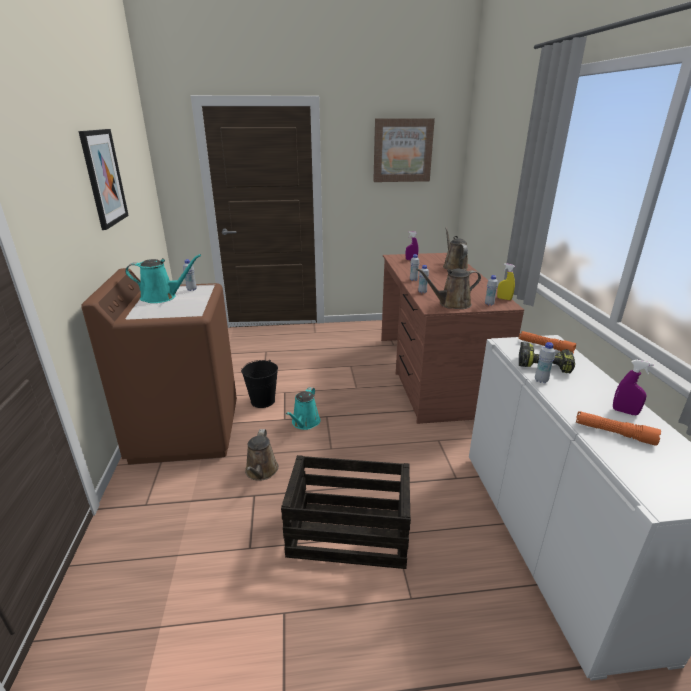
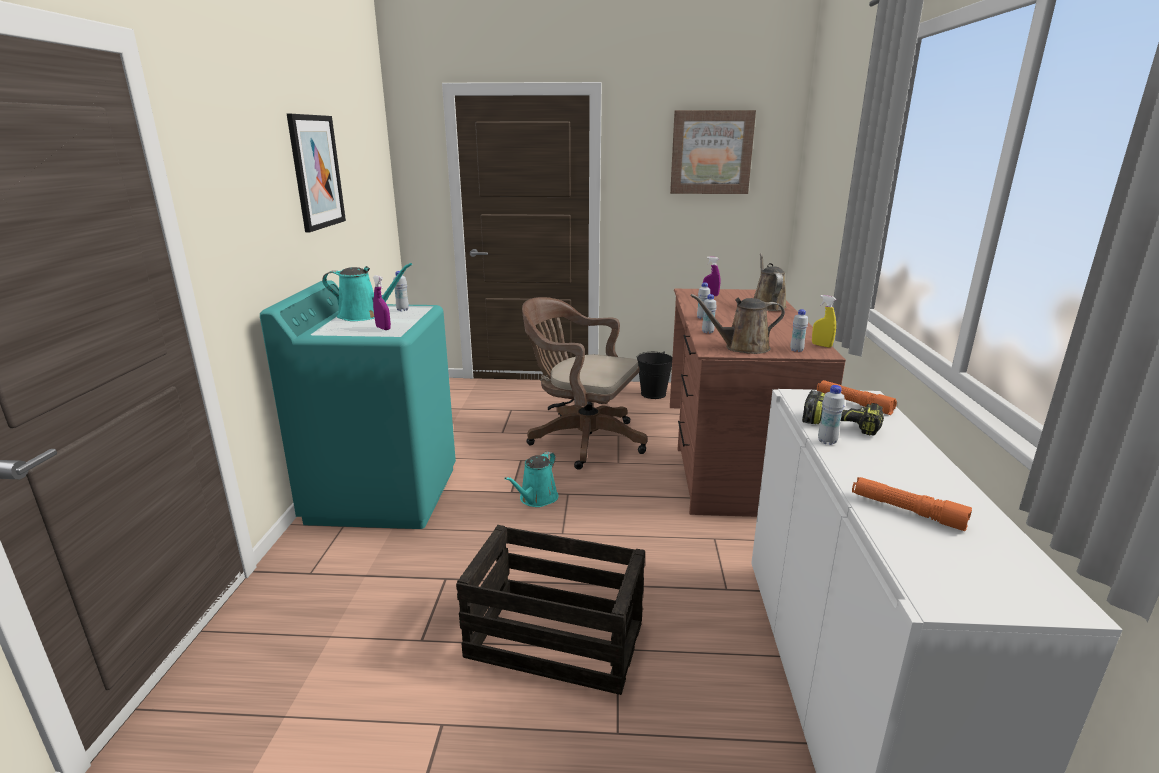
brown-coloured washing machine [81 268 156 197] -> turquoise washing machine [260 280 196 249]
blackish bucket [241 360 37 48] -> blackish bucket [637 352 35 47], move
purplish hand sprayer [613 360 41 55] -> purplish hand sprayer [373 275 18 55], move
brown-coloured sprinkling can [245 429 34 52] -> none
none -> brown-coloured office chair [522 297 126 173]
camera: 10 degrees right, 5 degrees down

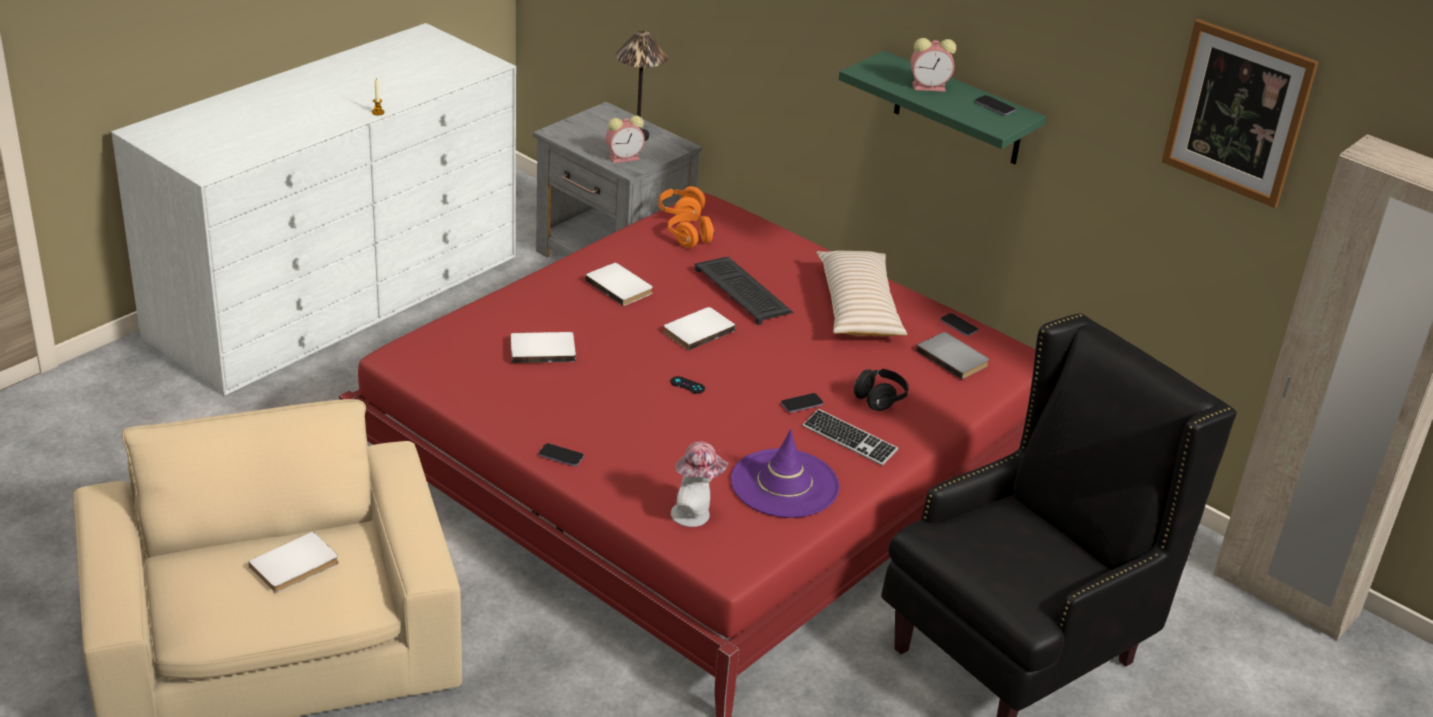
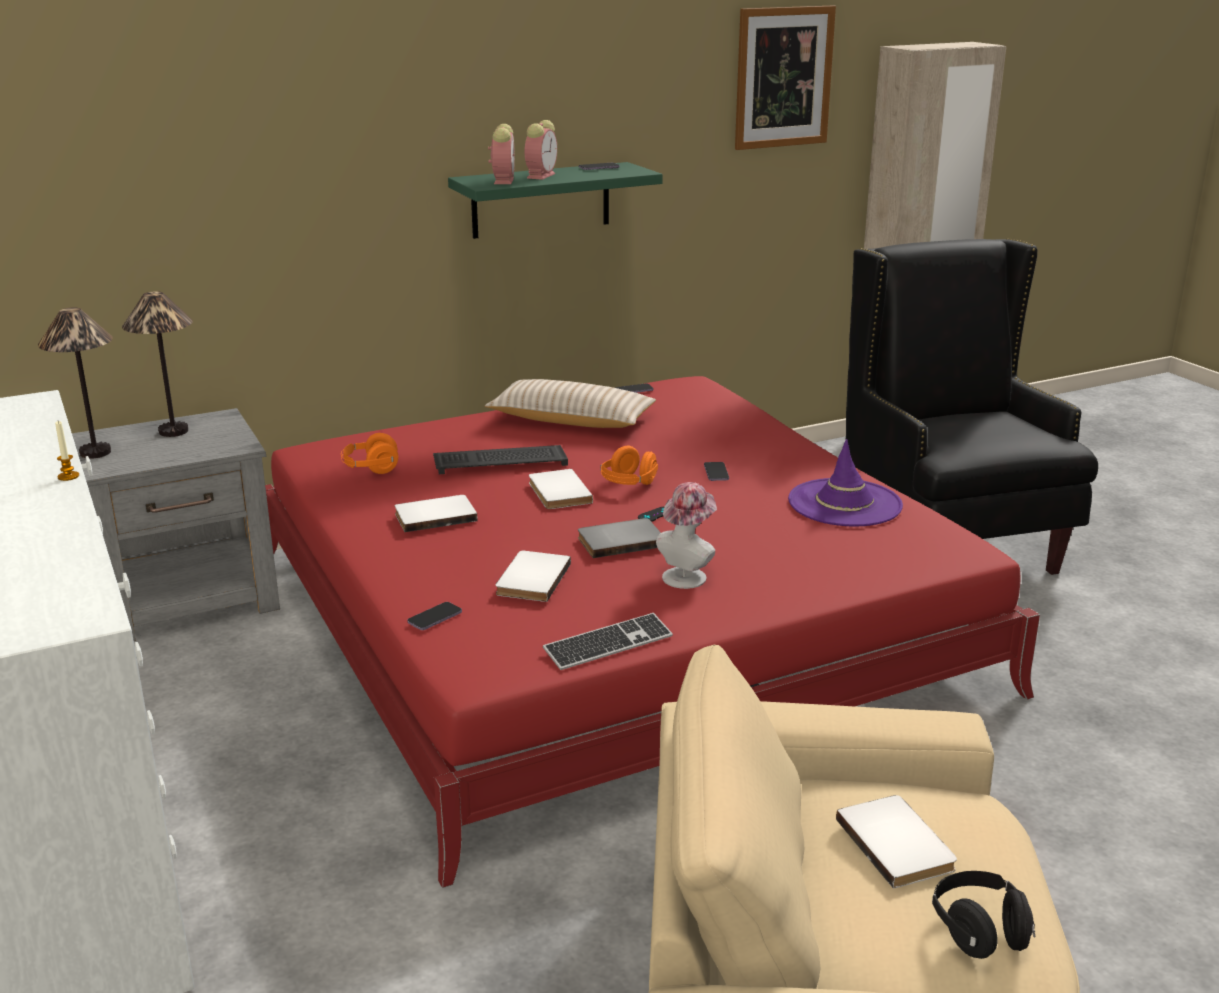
bedside clock [606 116 39 47] -> bedside clock [488 124 27 60], move
orangey headphones [658 186 47 36] -> orangey headphones [601 446 57 39], move
greyish book [916 332 73 47] -> greyish book [578 518 83 40], move
blackish headphones [854 369 55 42] -> blackish headphones [932 871 104 88], move
keyboard [803 409 95 57] -> keyboard [543 613 130 57], move
clothing hat [671 441 57 86] -> clothing hat [656 482 61 107], move
handset [539 443 45 23] -> handset [407 602 55 28], move
none -> lamp for a table [38 307 75 152]
camera: 65 degrees left, 10 degrees down

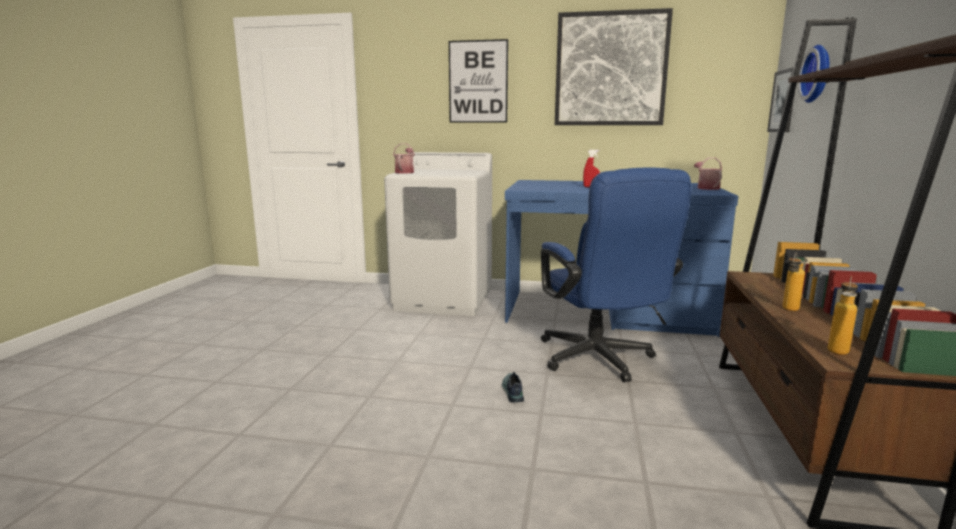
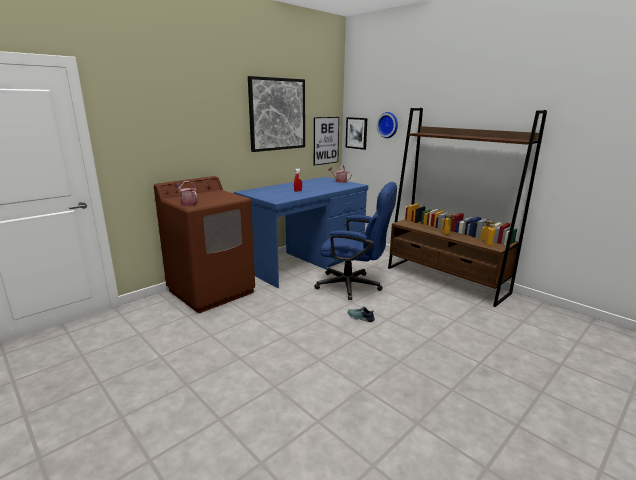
wall picture [449 39 59 84] -> wall picture [314 117 25 49], move
white-coloured washing machine [384 152 108 164] -> brown-coloured washing machine [154 176 101 137]
camera: 55 degrees left, 5 degrees up

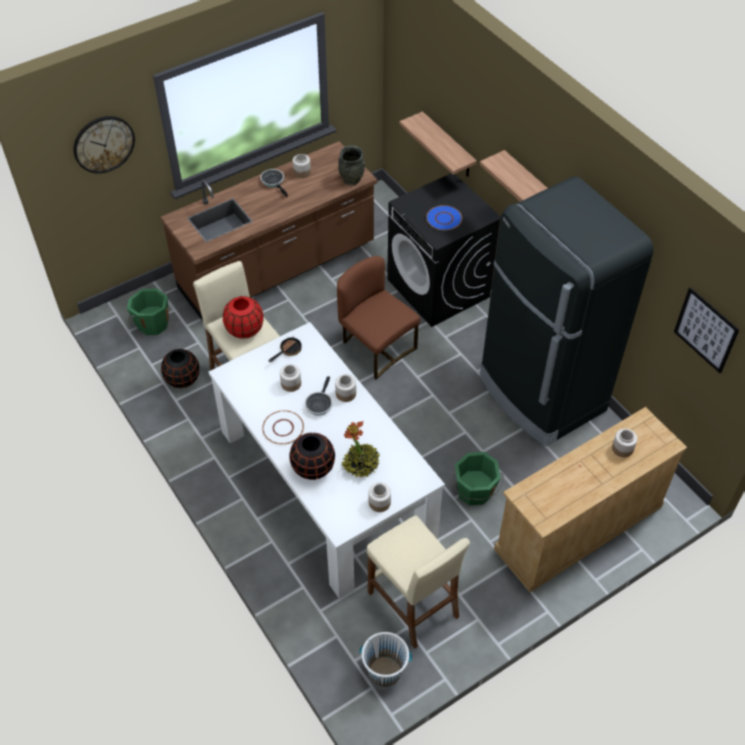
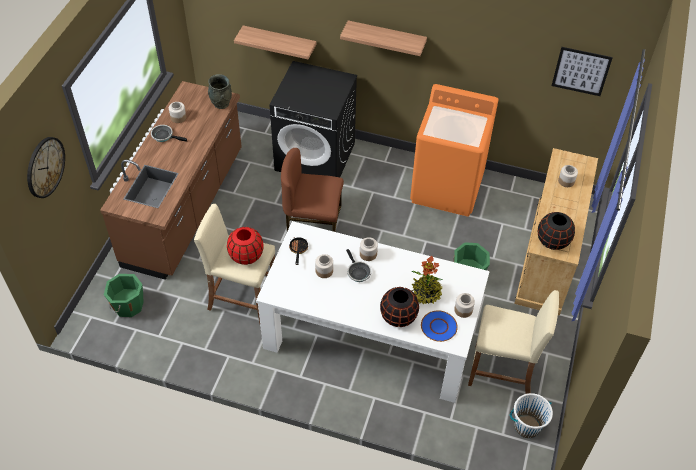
blackish kitchen fridge [480 176 174 270] -> orangey washing machine [410 84 89 133]
bluish plate [426 205 36 26] -> bluish plate [421 310 37 32], move
blackish decorative vase [161 349 39 39] -> blackish decorative vase [538 212 37 38], move
white-coloured plate [262 410 42 34] -> none
camera: 40 degrees left, 0 degrees up

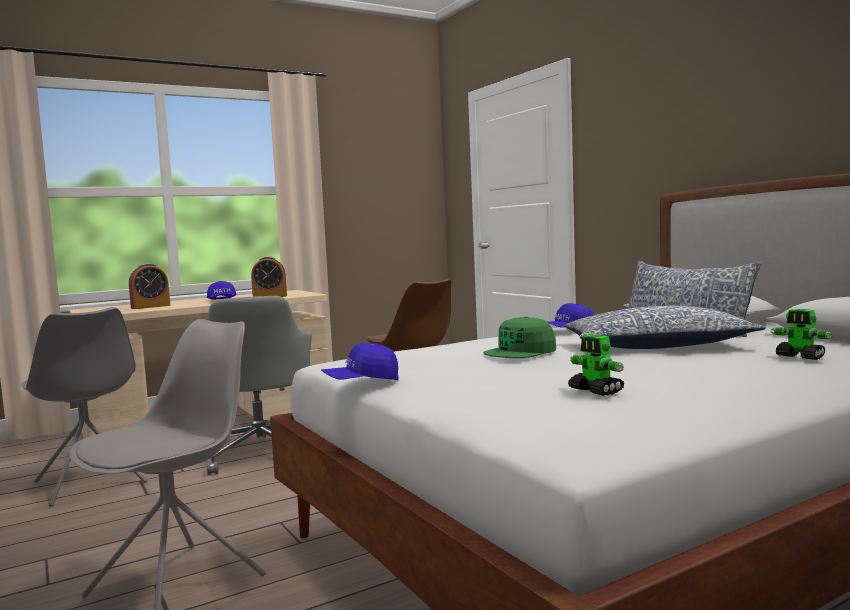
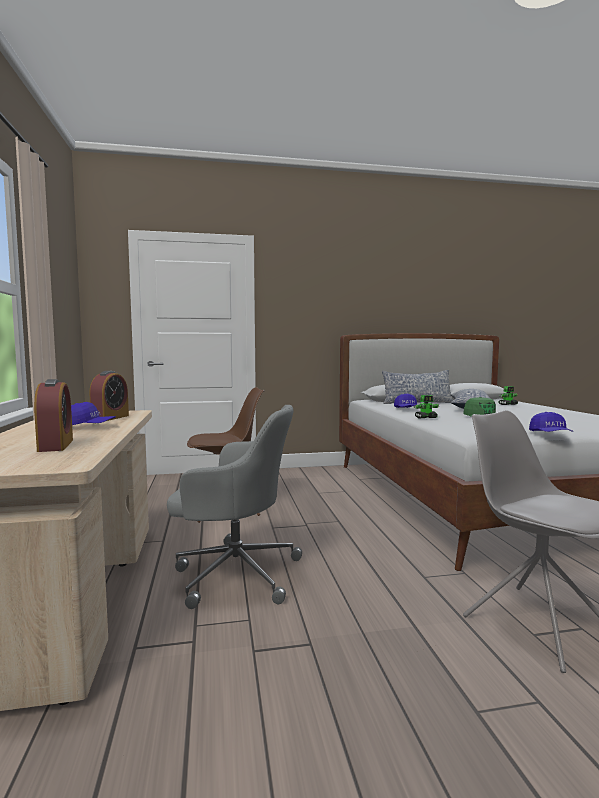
greyish chair [22 307 125 200] -> none
toy robot [568 334 56 62] -> toy robot [414 395 26 23], move
camera: 70 degrees left, 0 degrees up

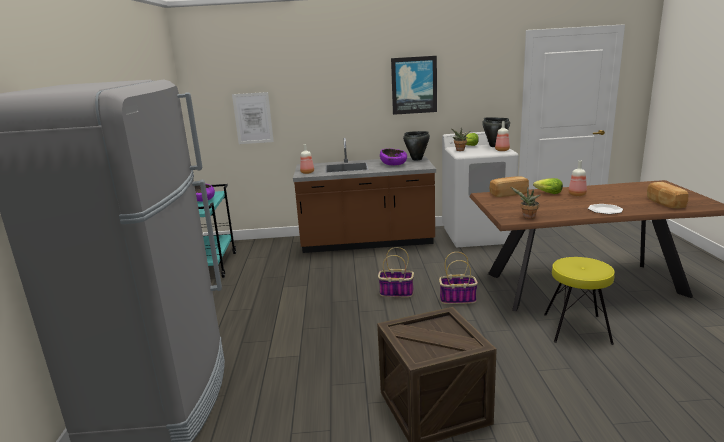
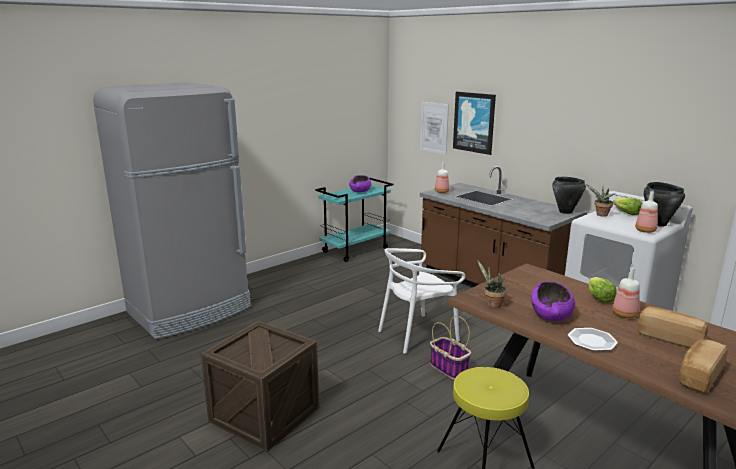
wall picture [391 56 46 59] -> wall picture [453 92 43 63], move
purplish deep dish [380 148 27 18] -> purplish deep dish [531 281 44 40], move
bread [490 176 39 21] -> bread [637 306 71 42], move
basket [378 247 36 50] -> white-coloured chair [378 248 87 106]
camera: 50 degrees right, 0 degrees up

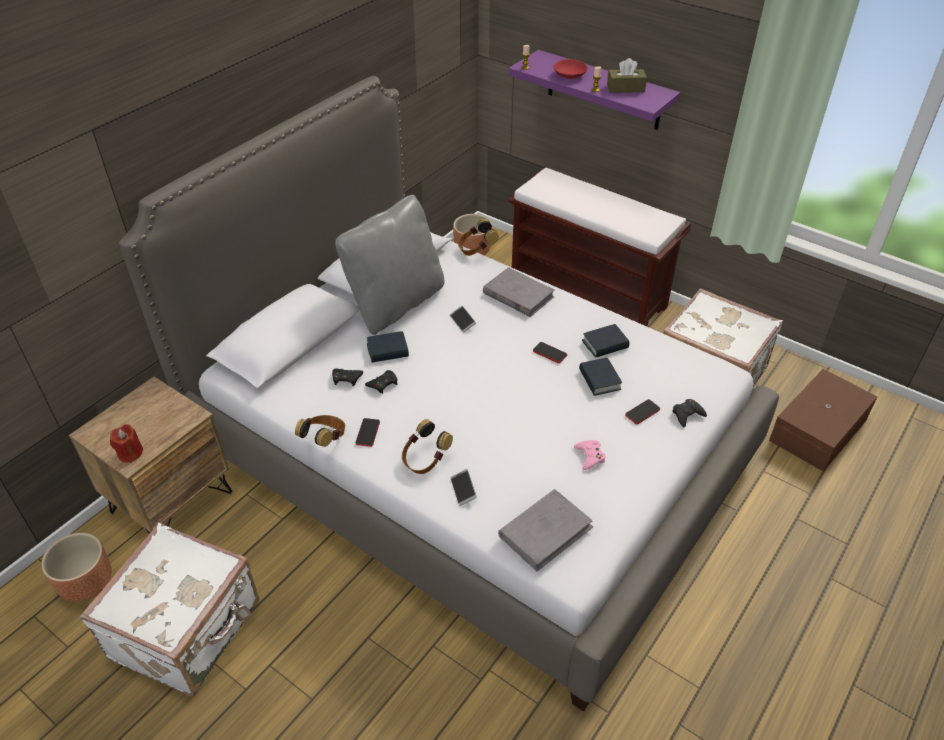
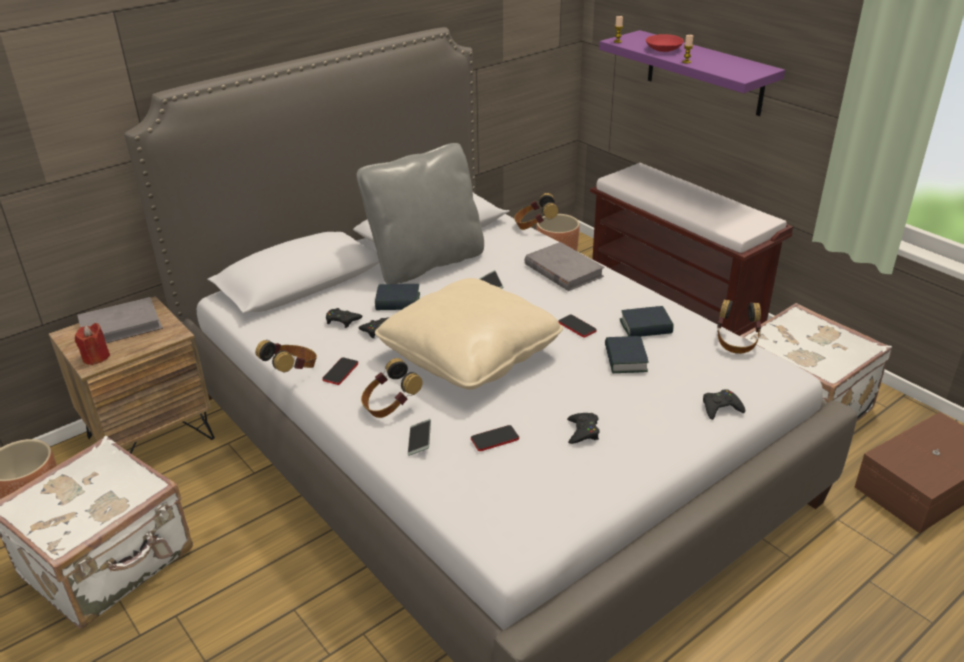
brown-coloured box of tissues [607 58 40 35] -> none
handset [625 399 35 25] -> handset [471 425 48 26], move
pink joypad [574 440 31 30] -> blackish joypad [567 413 33 31]
greyish book [498 489 95 82] -> greyish book [77 297 86 46], move
none -> beige-coloured pillow [375 278 188 112]
none -> headphones [717 300 44 54]
camera: 15 degrees right, 10 degrees down

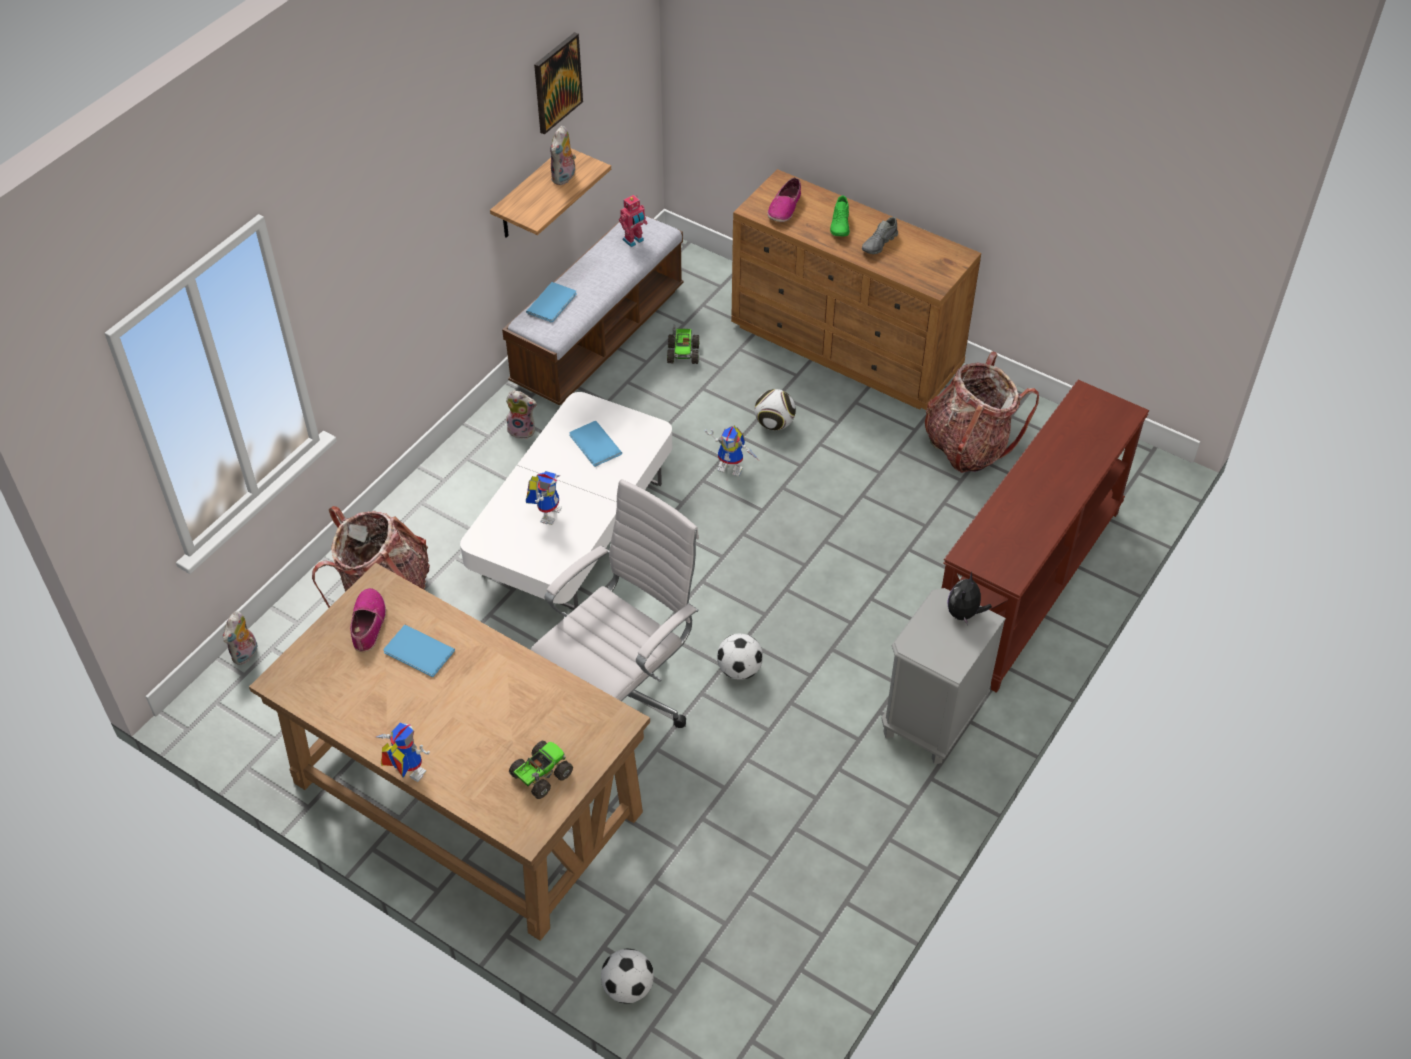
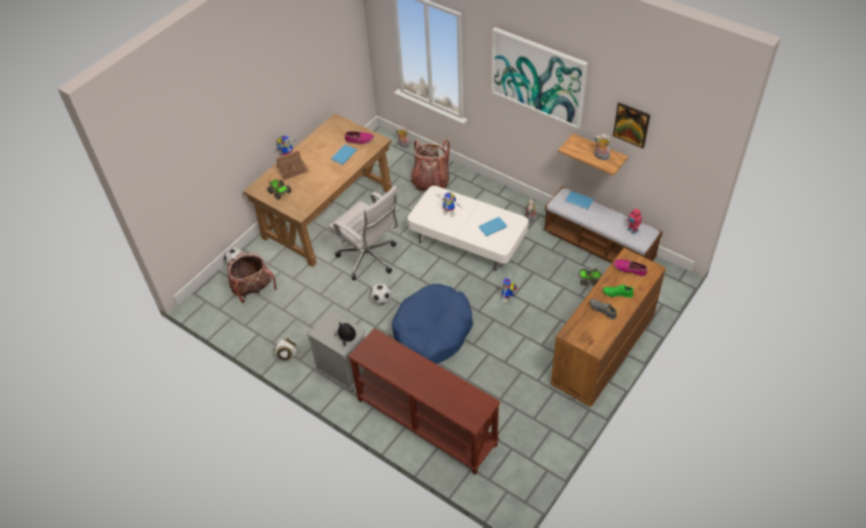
knapsack [925 351 114 122] -> knapsack [227 252 50 51], move
football [755 389 41 41] -> football [274 338 23 23], move
none -> wall picture [492 27 96 102]
none -> model house [277 150 33 30]
none -> bluish dog bed [392 284 81 80]
camera: 95 degrees right, 0 degrees up

